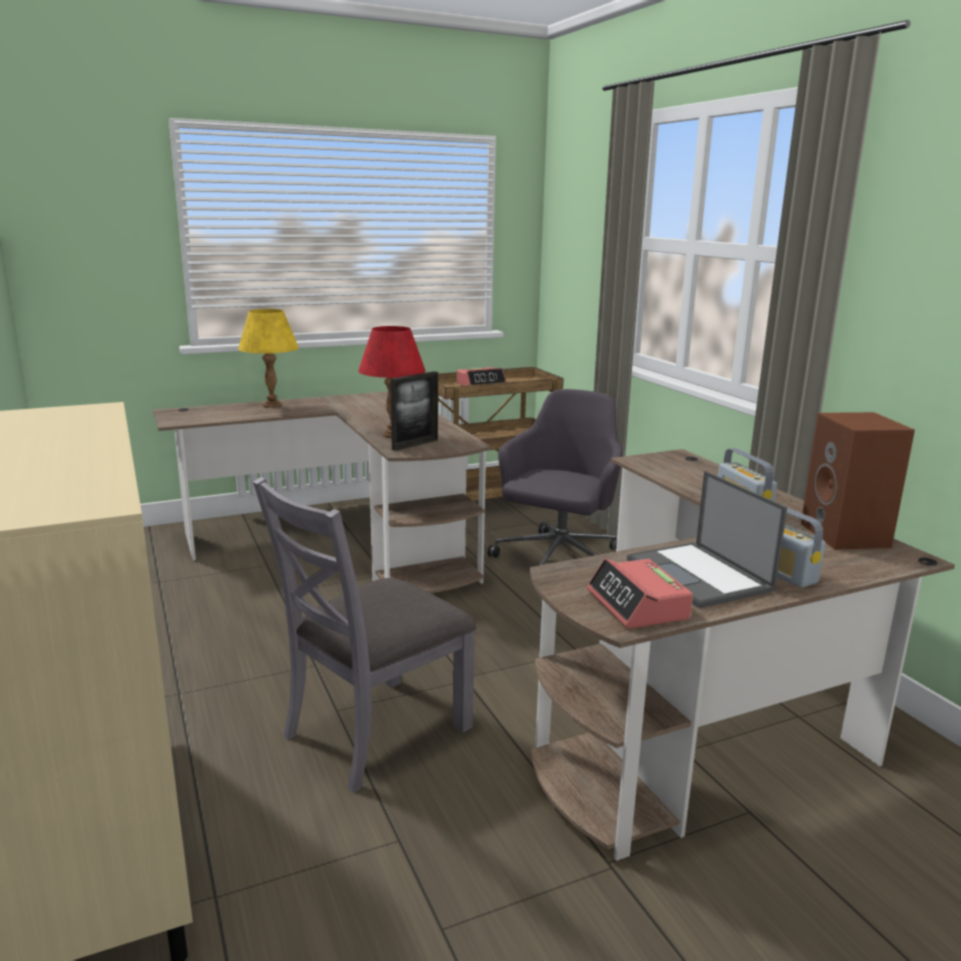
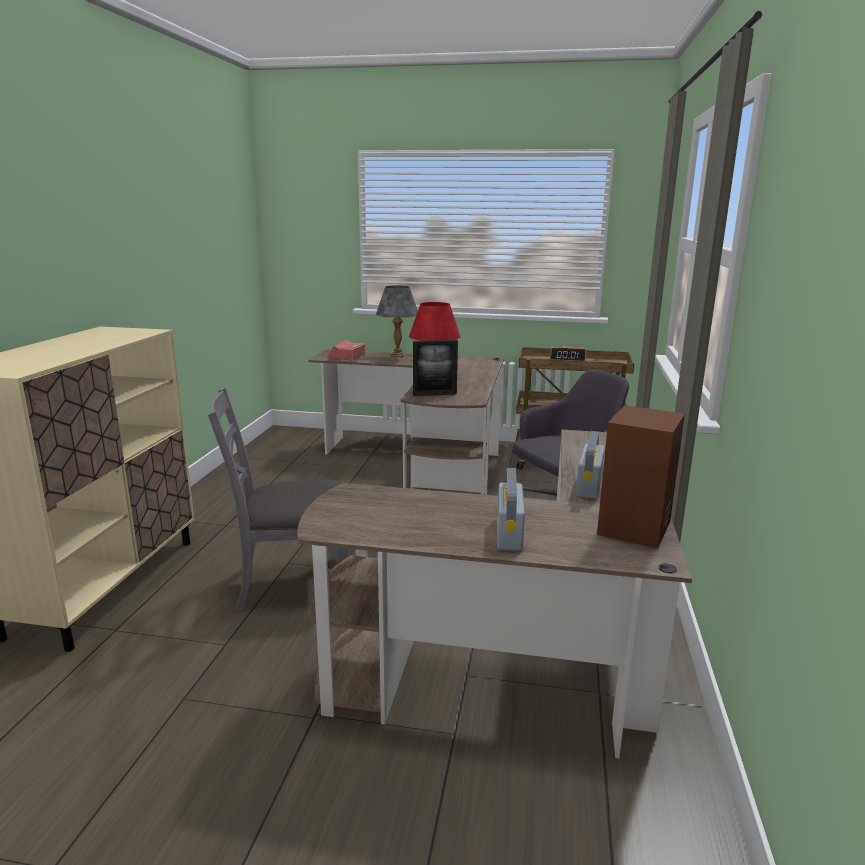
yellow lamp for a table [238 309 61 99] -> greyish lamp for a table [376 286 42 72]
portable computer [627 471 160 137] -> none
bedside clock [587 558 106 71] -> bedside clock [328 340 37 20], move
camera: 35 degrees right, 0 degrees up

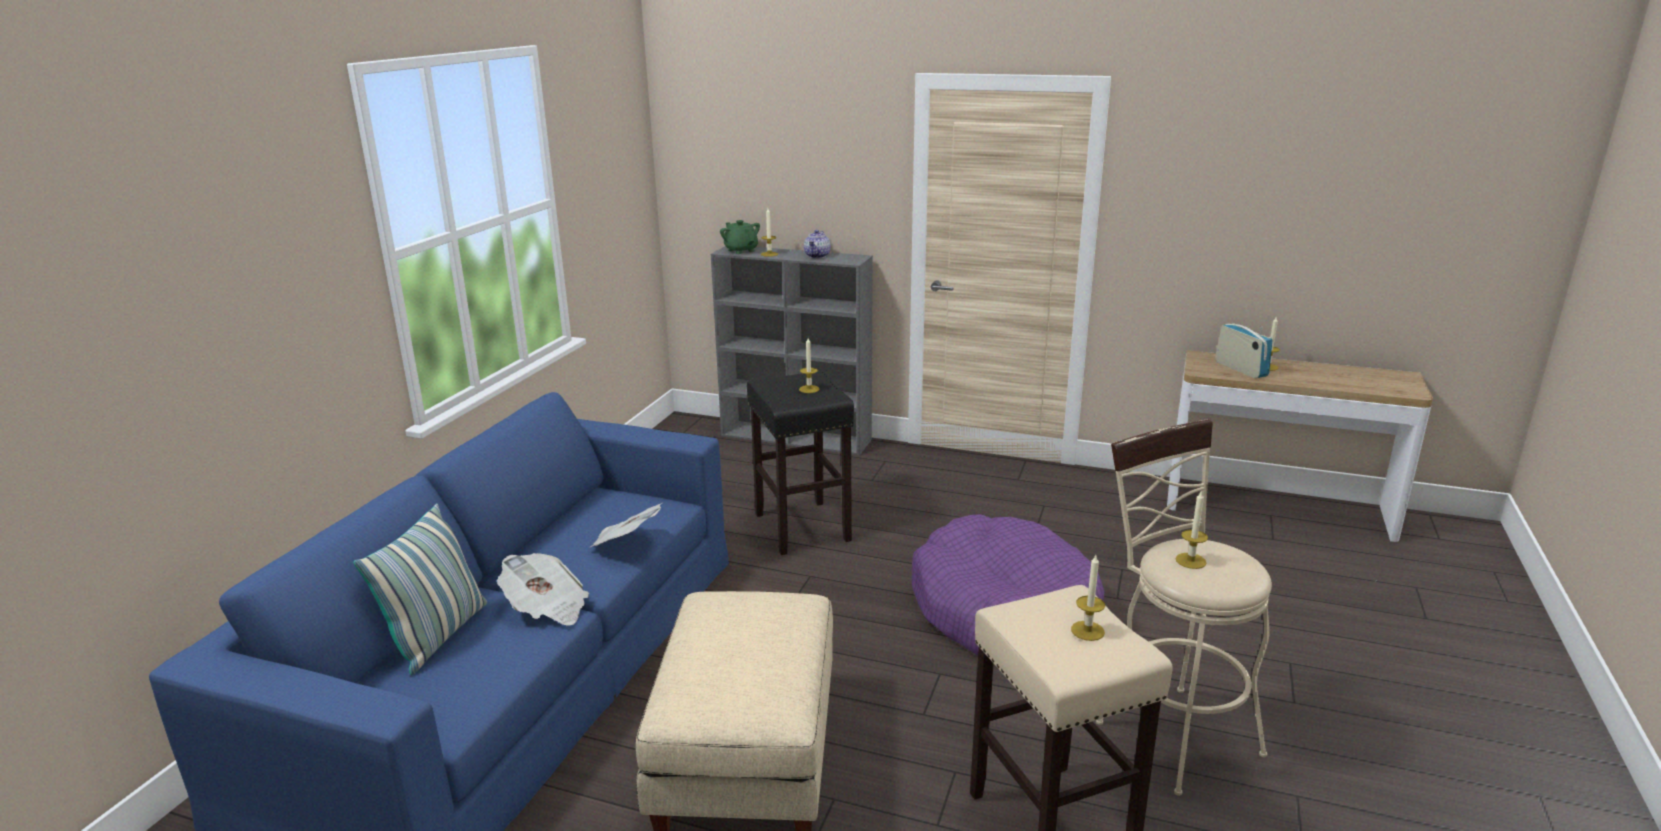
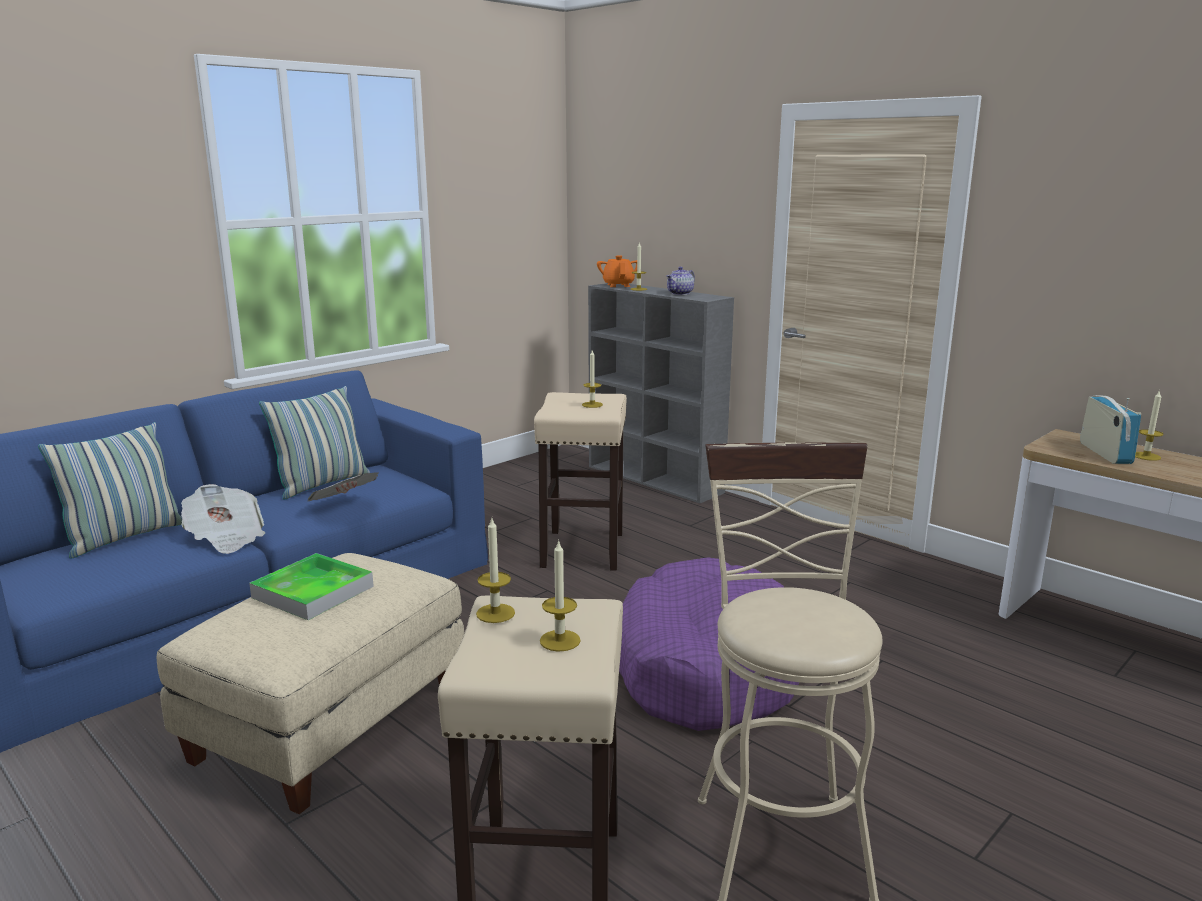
green-coloured pot for tea [720 220 40 34] -> orangey pot for tea [597 255 40 32]
blackish stool seat [747 371 107 184] -> beige-coloured stool seat [534 392 93 179]
wax light [1175 490 33 79] -> wax light [476 519 39 104], move
none -> pillow [259 386 111 113]
none -> serving tray [249 553 125 67]
camera: 25 degrees right, 5 degrees down

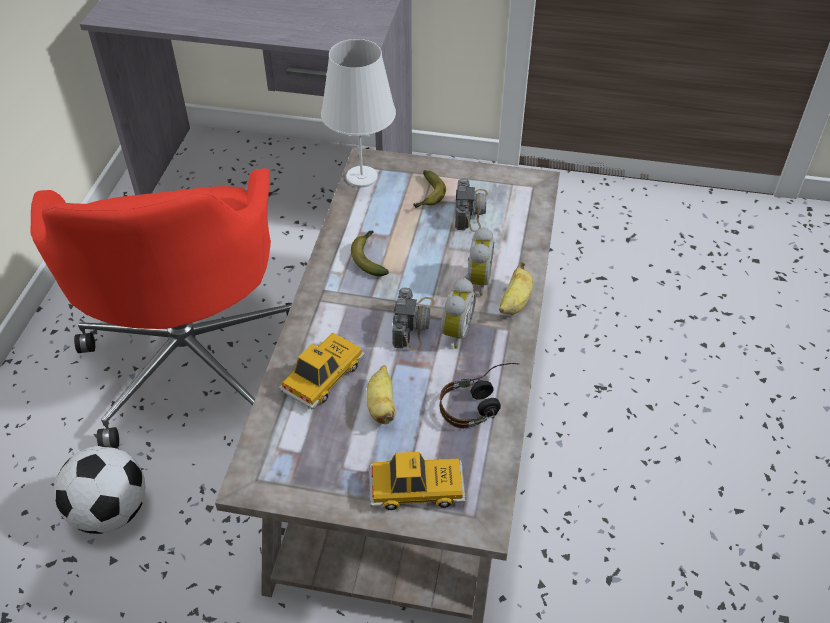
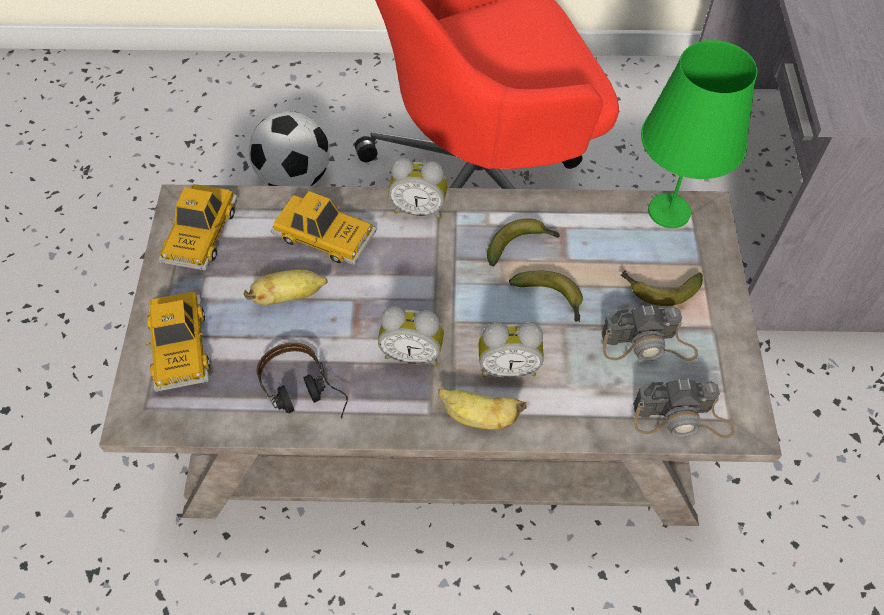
white-coloured lamp for a table [321 39 75 149] -> green-coloured lamp for a table [641 40 116 188]
still camera [392 287 43 64] -> still camera [633 379 102 60], move
none -> bedside clock [388 158 59 61]
none -> miniature car [158 184 80 86]
none -> banana fruit [509 271 74 51]
camera: 80 degrees right, 10 degrees up

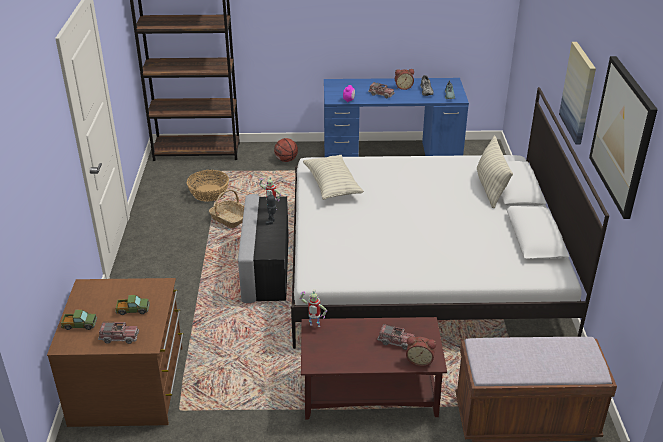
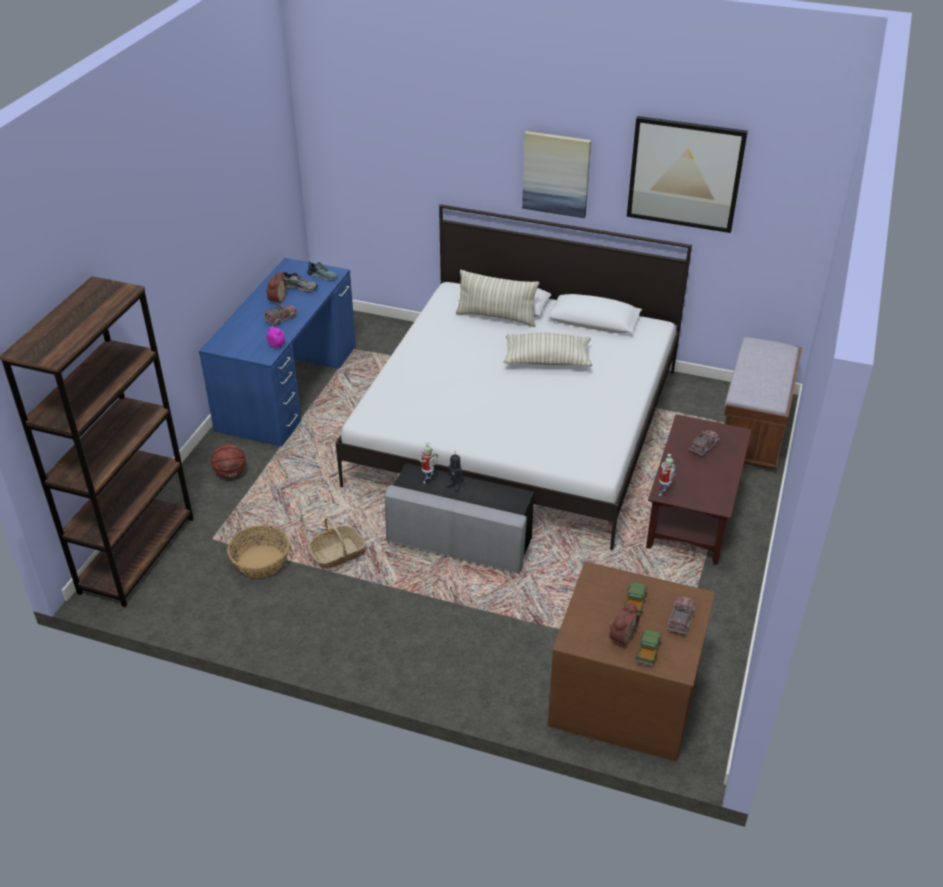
pillow [303 155 61 45] -> pillow [503 333 89 34], move
bedside clock [406 336 30 31] -> bedside clock [609 603 31 45], move
camera: 70 degrees left, 5 degrees up

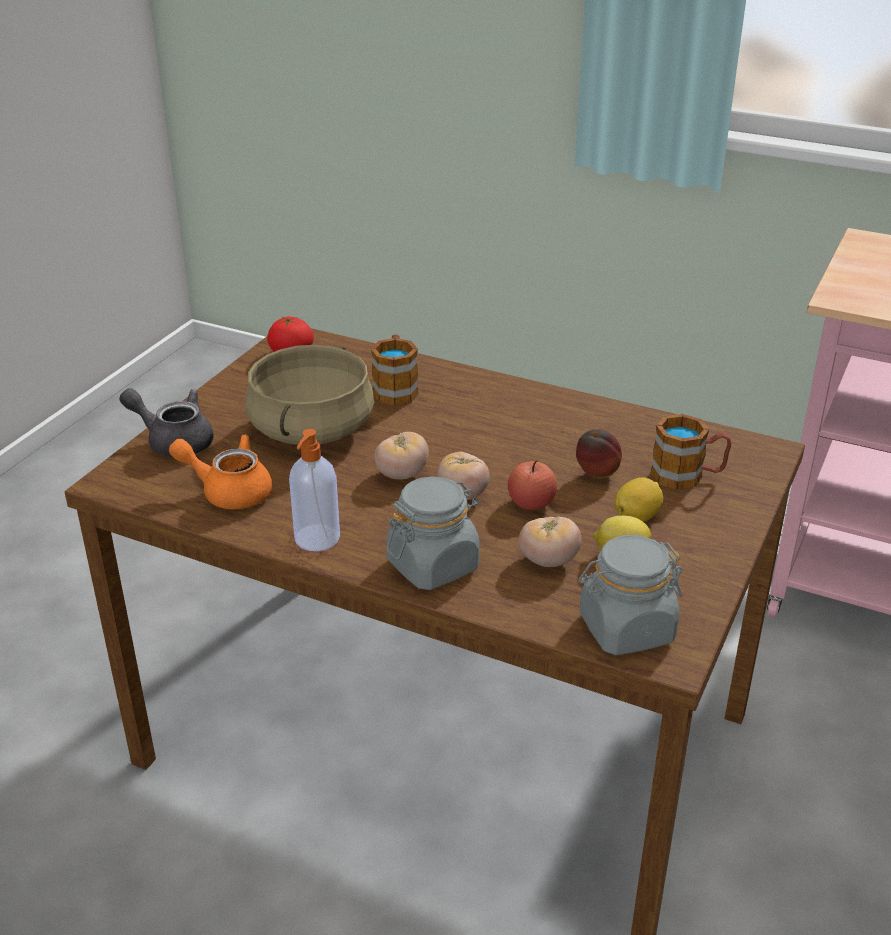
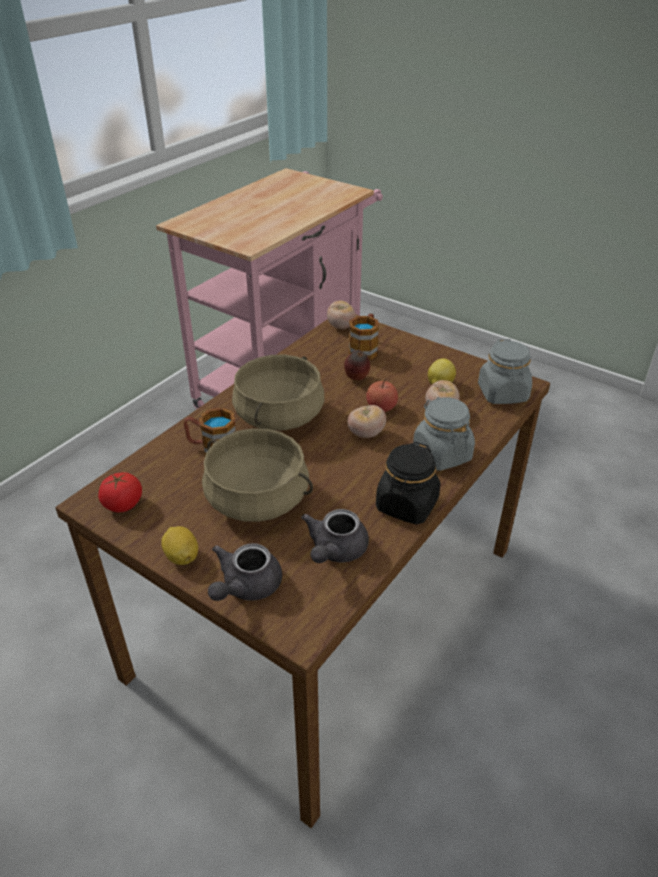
liquid soap bottle [289 429 51 122] -> blackish jar [376 442 64 82]
whole tomato [374 432 55 47] -> whole tomato [327 301 29 28], move
orangey pot for tea [169 434 103 75] -> greyish pot for tea [301 509 68 54]
citrus fruit [615 477 48 45] -> citrus fruit [161 526 37 39], move
none -> beige-coloured cooking pot [232 355 93 76]
camera: 80 degrees left, 5 degrees up

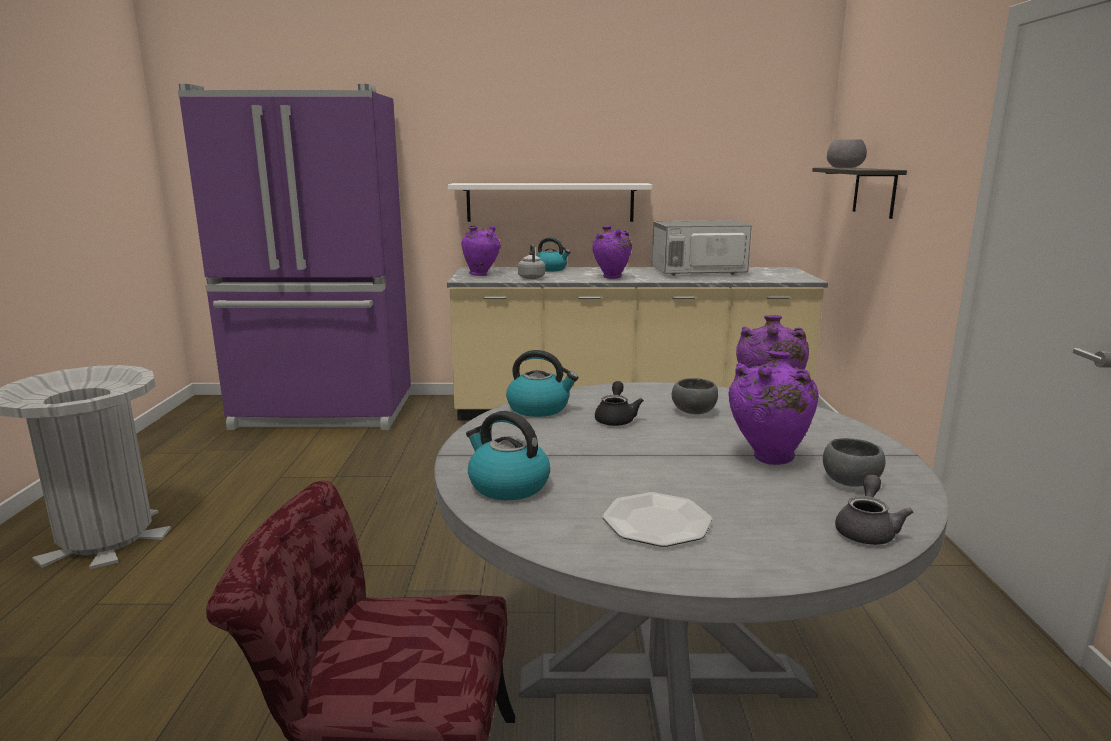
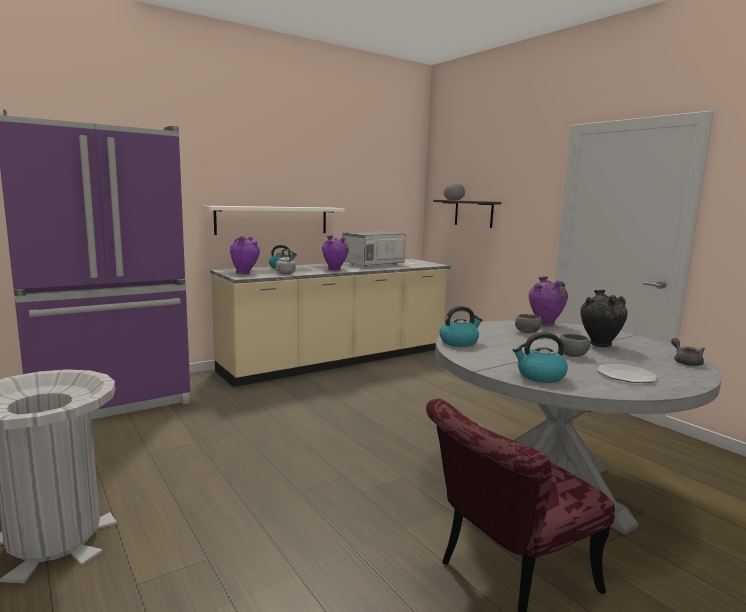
purplish decorative vase [728 351 91 114] -> blackish decorative vase [580 290 48 57]
blackish pot for tea [595 381 49 45] -> none
greyish deep dish [823 438 62 49] -> greyish deep dish [560 334 30 23], move
camera: 35 degrees left, 5 degrees down

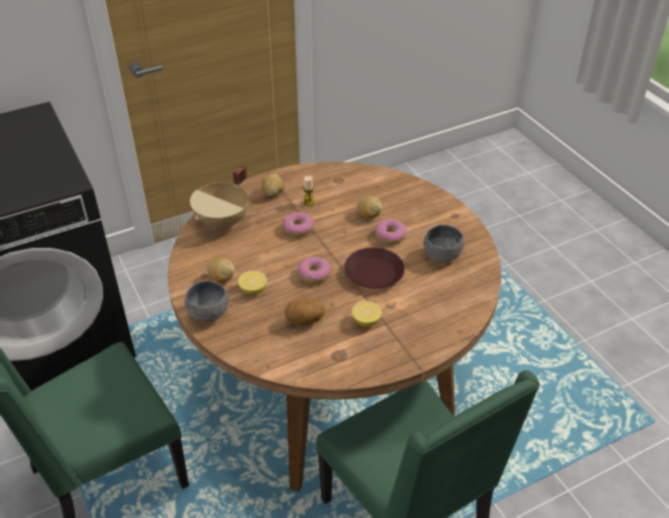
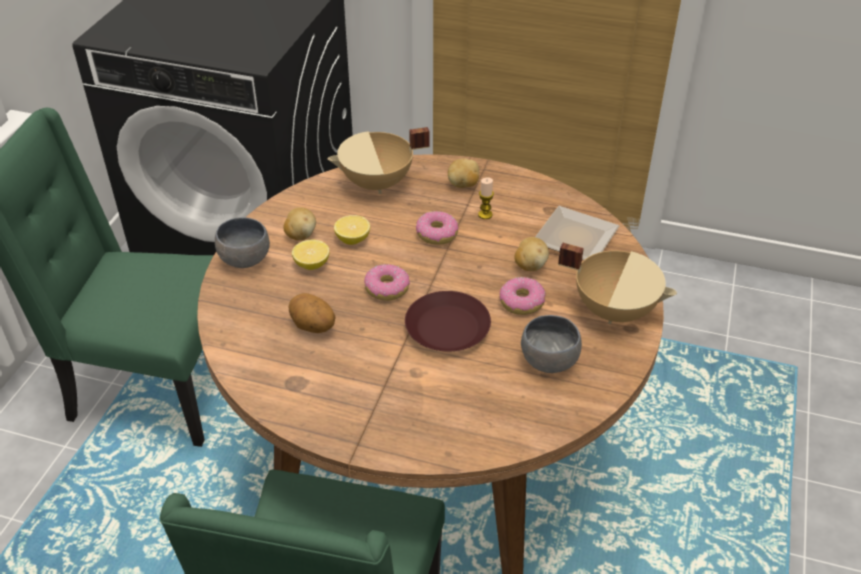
citrus fruit [352 301 30 26] -> citrus fruit [334 215 36 30], move
none -> plate [535 206 84 54]
none -> beige-coloured cooking pot [558 243 119 81]
camera: 45 degrees right, 0 degrees up

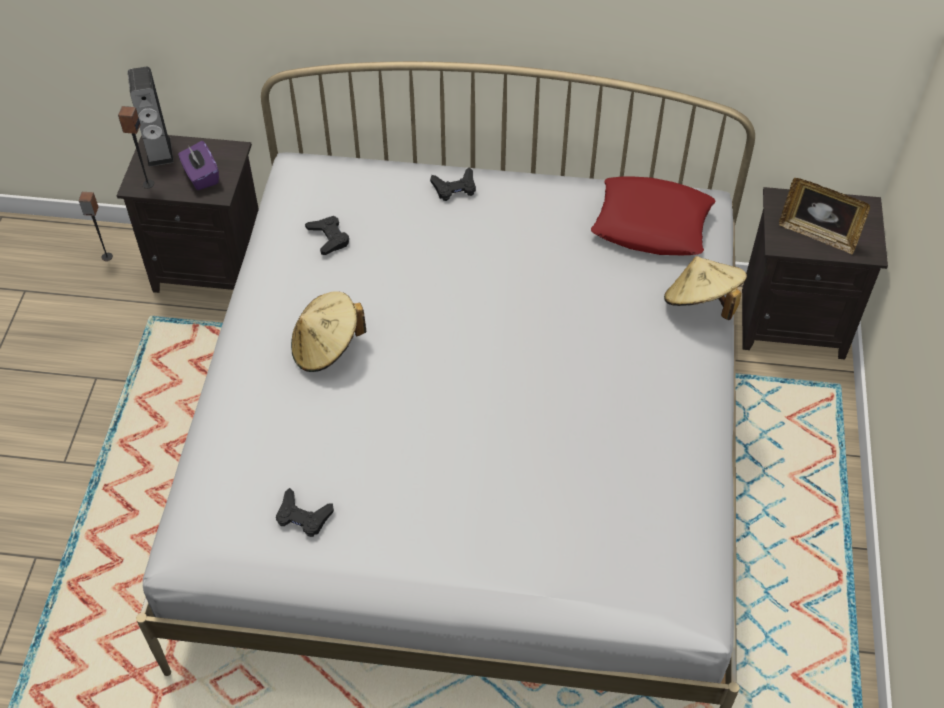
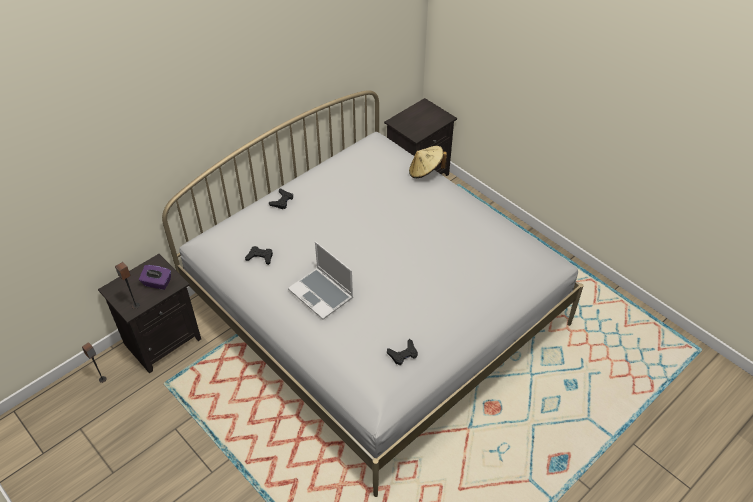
loudspeaker [128 67 46 100] -> none
reddish pillow [591 176 125 79] -> none
photo frame [779 178 91 77] -> none
beige-coloured clothing hat [291 291 75 81] -> portable computer [288 242 65 77]
camera: 50 degrees left, 5 degrees down

